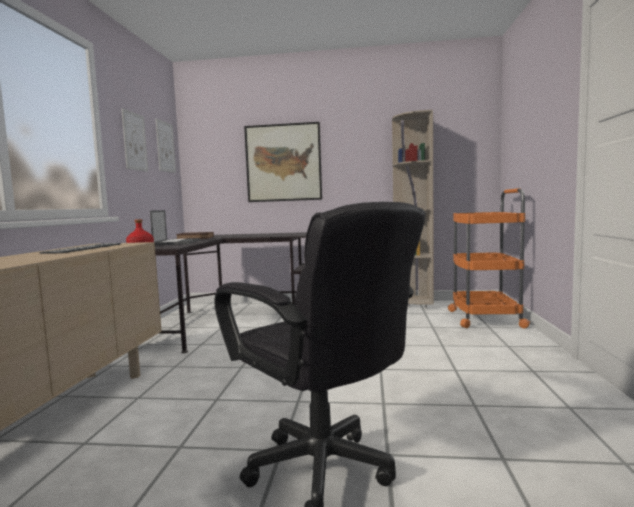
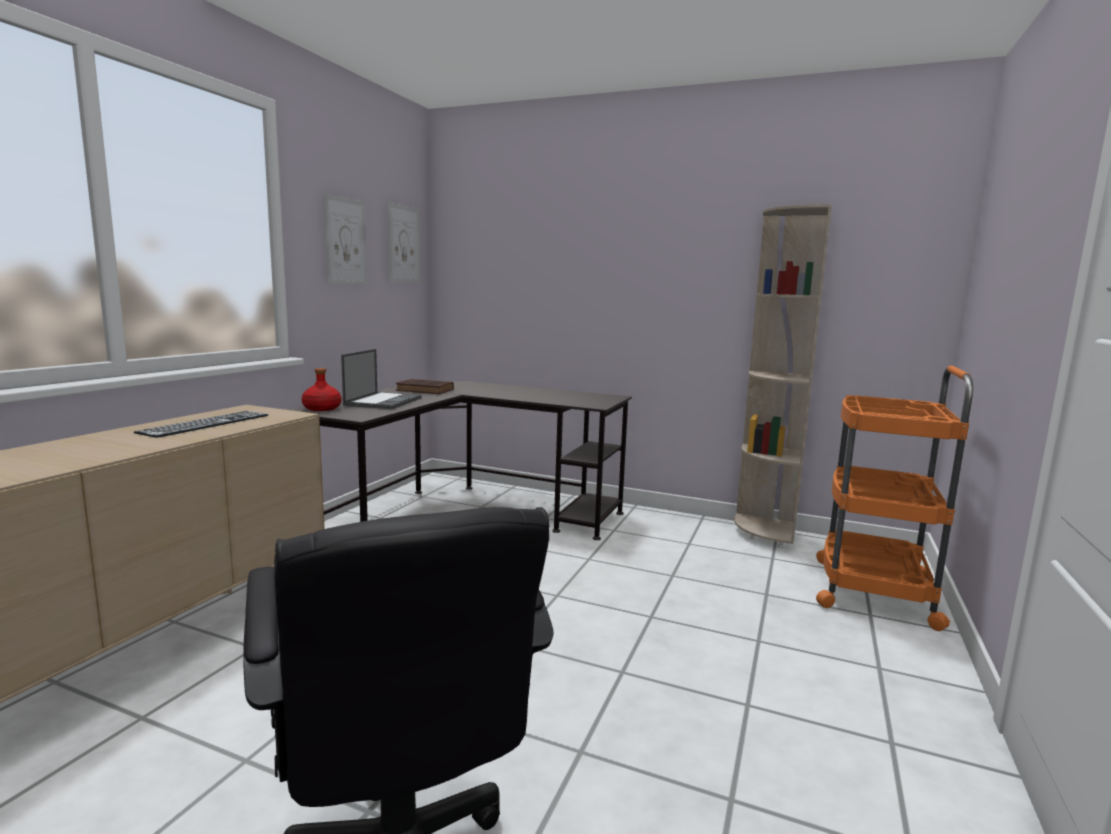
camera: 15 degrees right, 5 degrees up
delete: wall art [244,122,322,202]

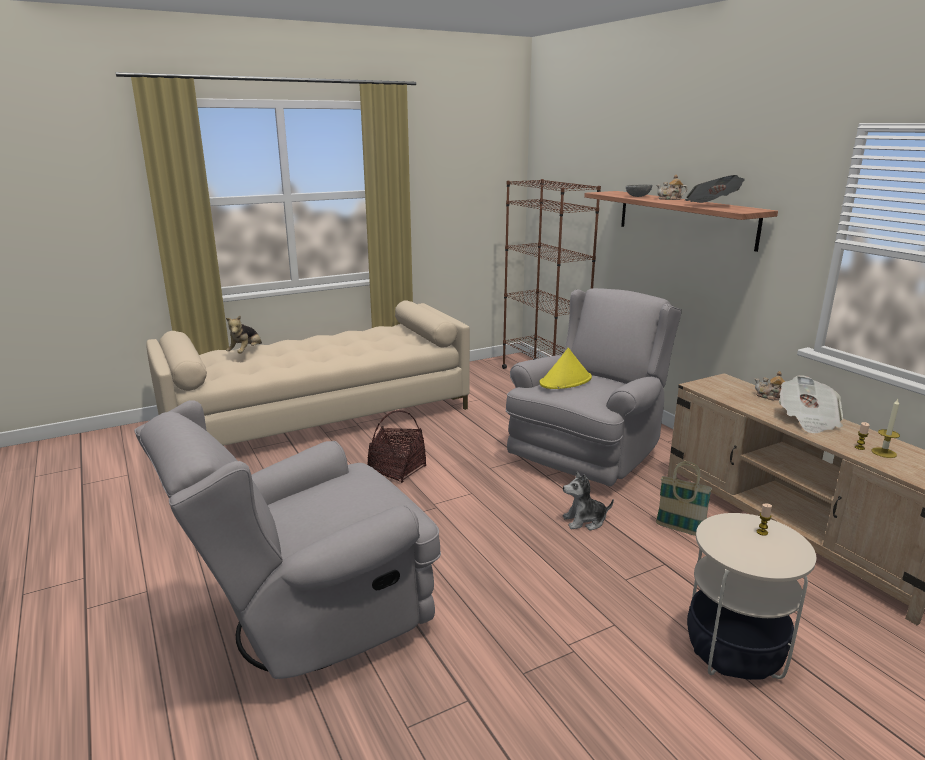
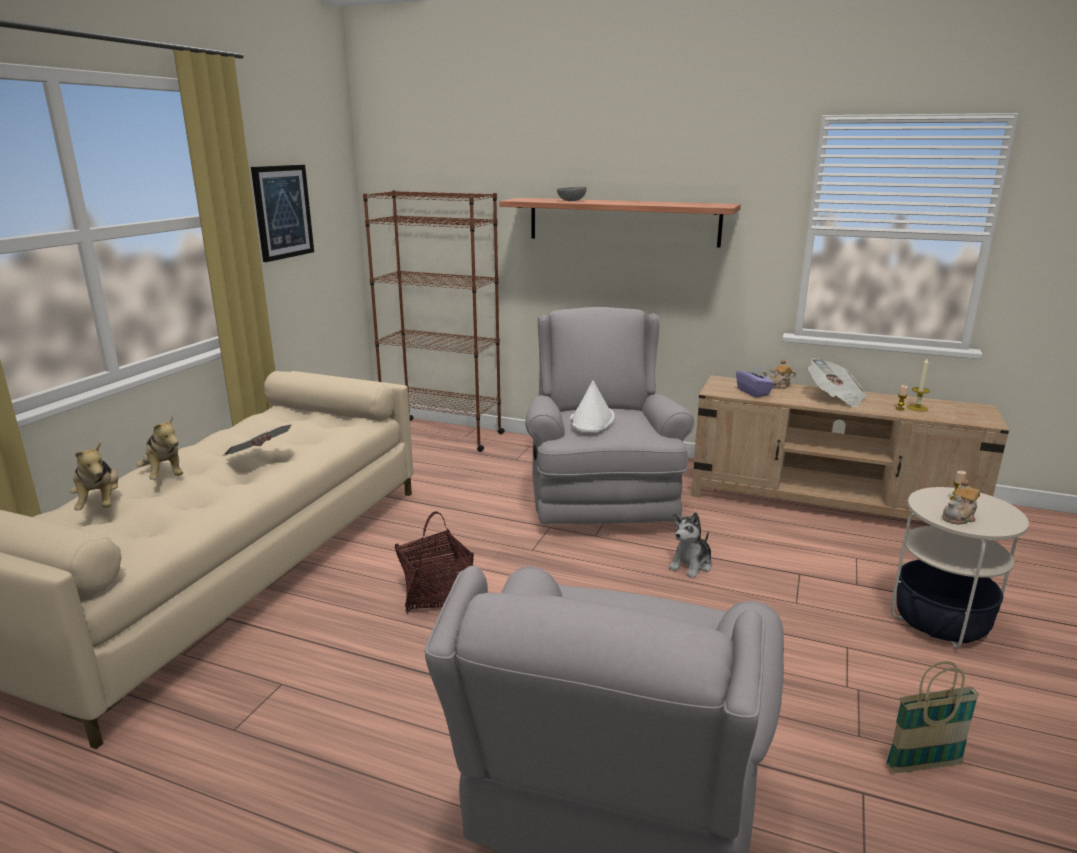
camera: 40 degrees left, 0 degrees up
insert: wall art [251,165,314,262]; box of tissues (purple) [736,364,774,397]; soft toy [136,416,183,480]
move: tea pot [656,174,687,200] to [942,479,980,525]; daily paper [685,175,745,203] to [223,425,292,456]; household basket [656,461,712,536] to [886,661,979,773]
recolor: clothing hat (yellow-coloured) [540,348,592,389] to clothing hat (white) [570,381,615,433]

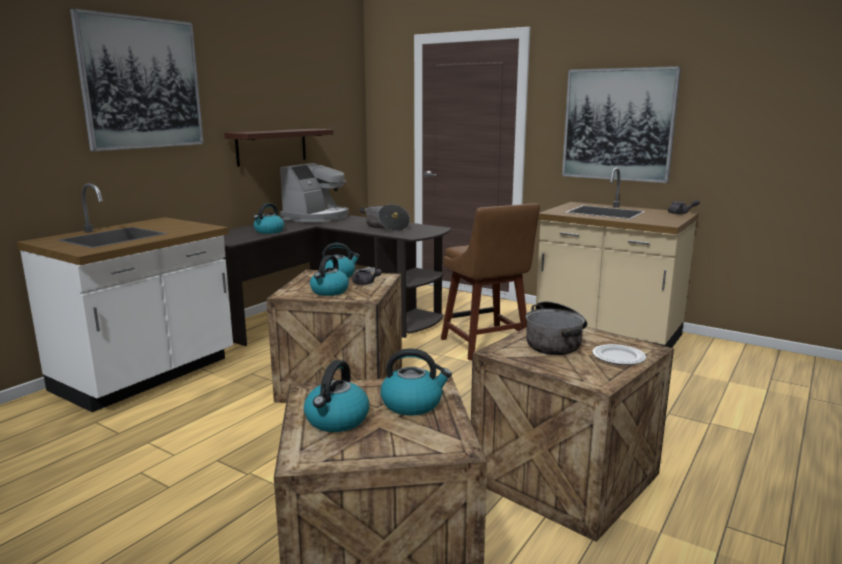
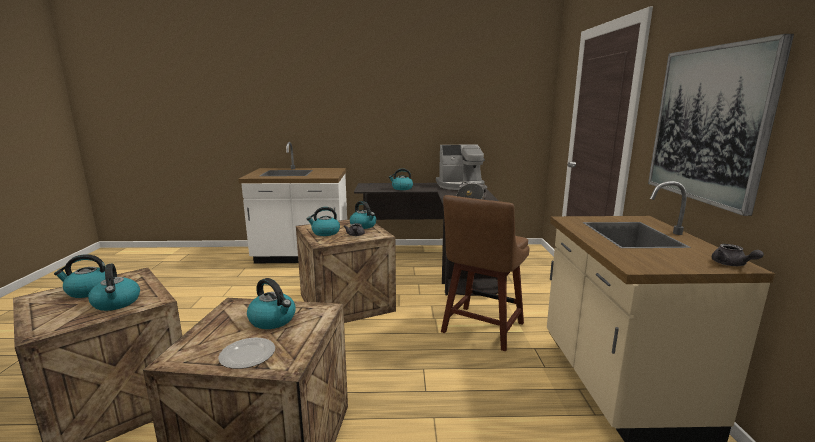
camera: 55 degrees right, 0 degrees up
delete: wall art [70,8,204,151]; bracket shelf [224,129,334,167]
replace: cooking pot [526,301,587,355] to kettle [247,278,296,329]

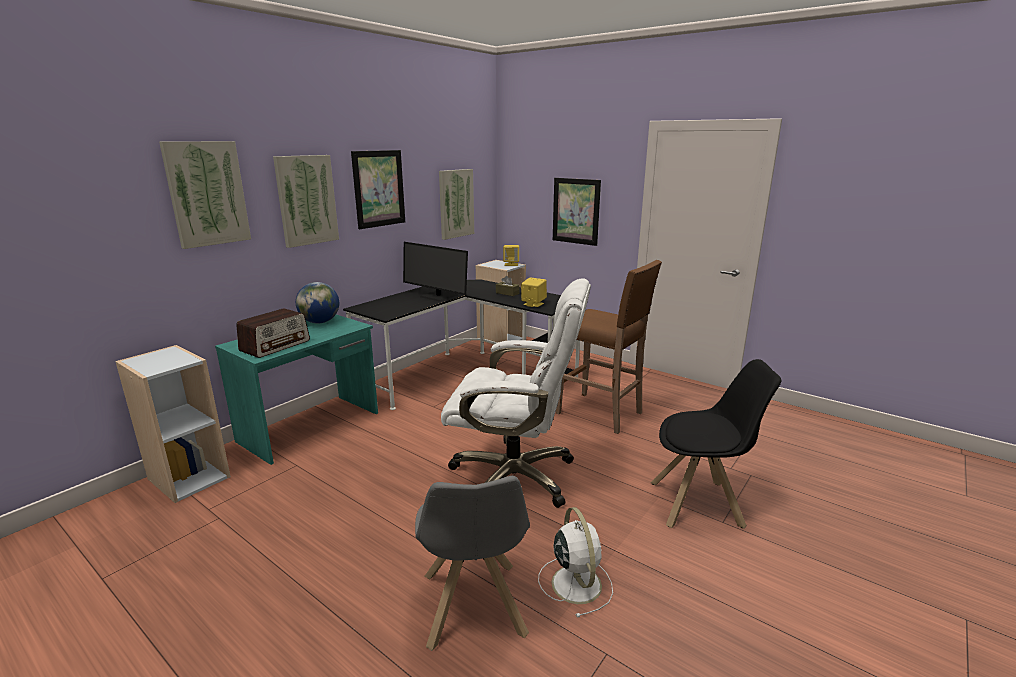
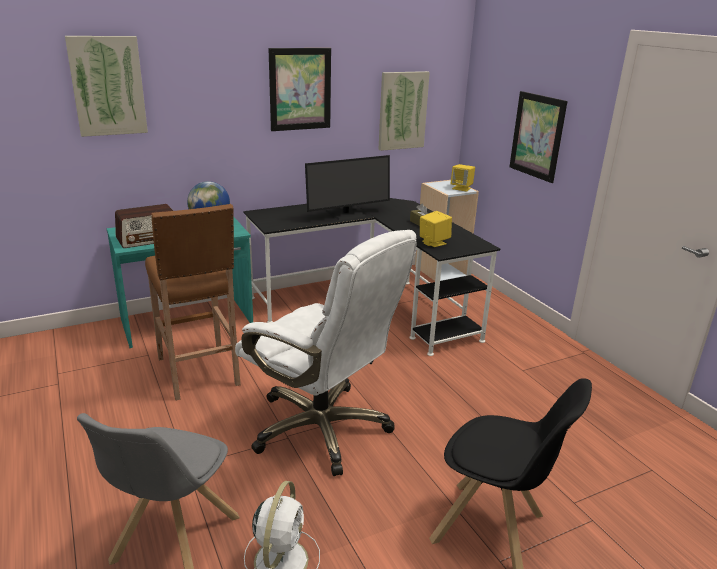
camera: 25 degrees right, 5 degrees up
delete: wall art [273,155,339,248]; bookcase [115,345,231,503]
move: stool seat (brown) [556,260,662,434] to [145,204,241,401]
rotate: monitor [403,242,468,302] = [305,155,390,220] 90 degrees counterclockwise

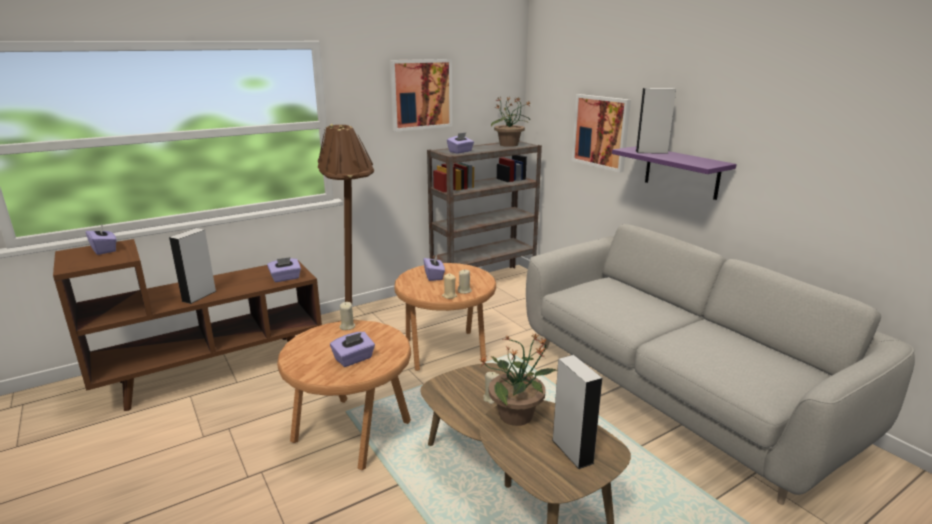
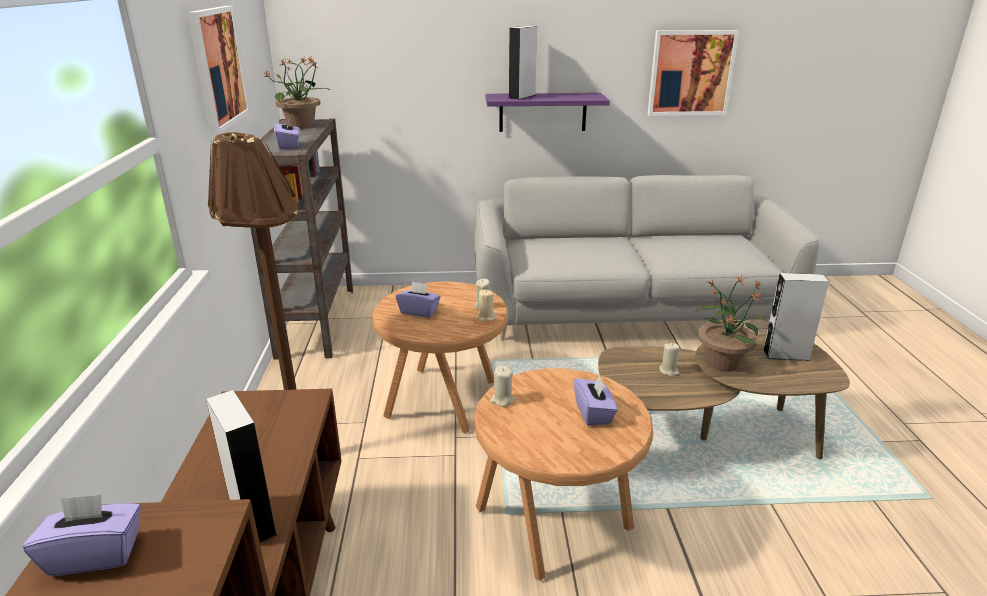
camera: 60 degrees left, 5 degrees up
delete: box of tissues (purple) [267,257,301,282]
move: wall art [572,94,631,173] to [648,30,739,116]

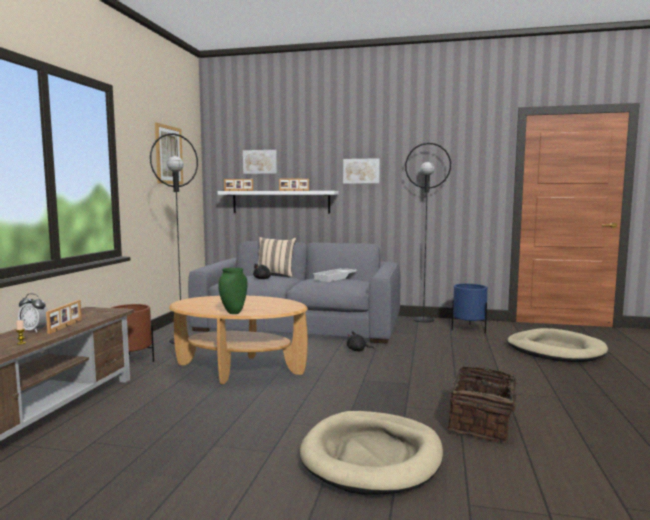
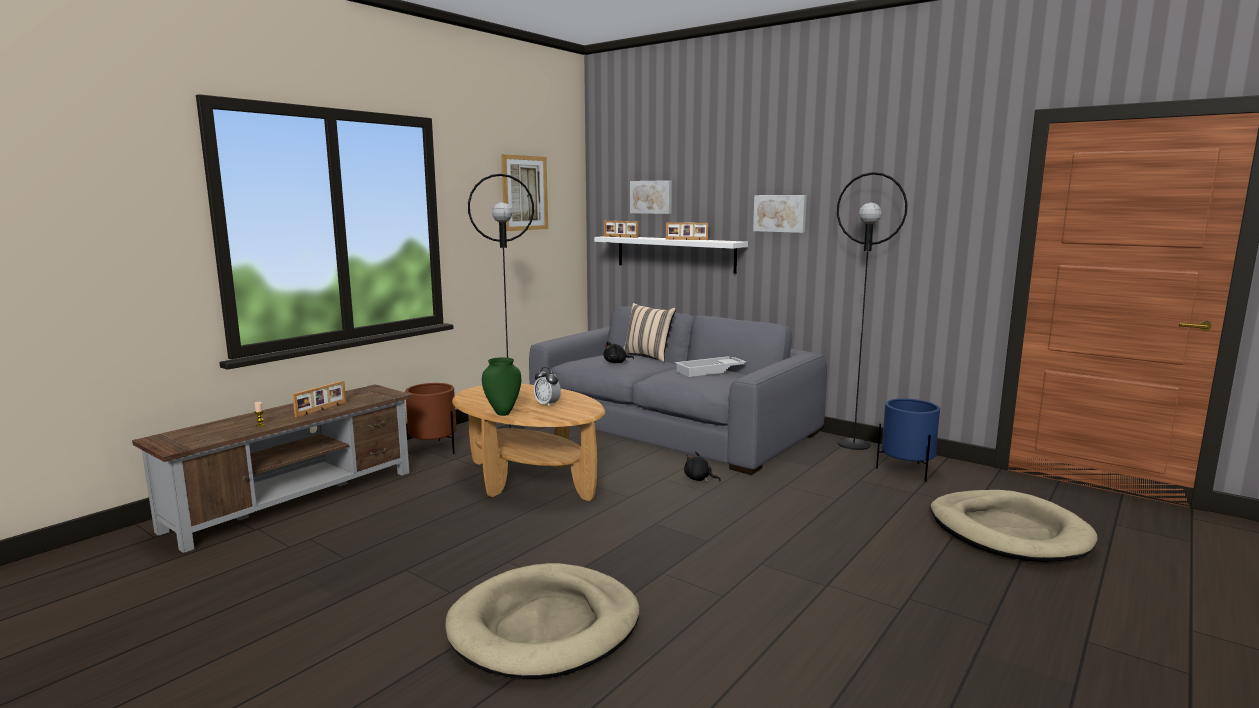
camera: 25 degrees right, 5 degrees up
delete: household basket [448,367,530,443]
move: table clock [18,293,48,333] to [534,367,561,407]

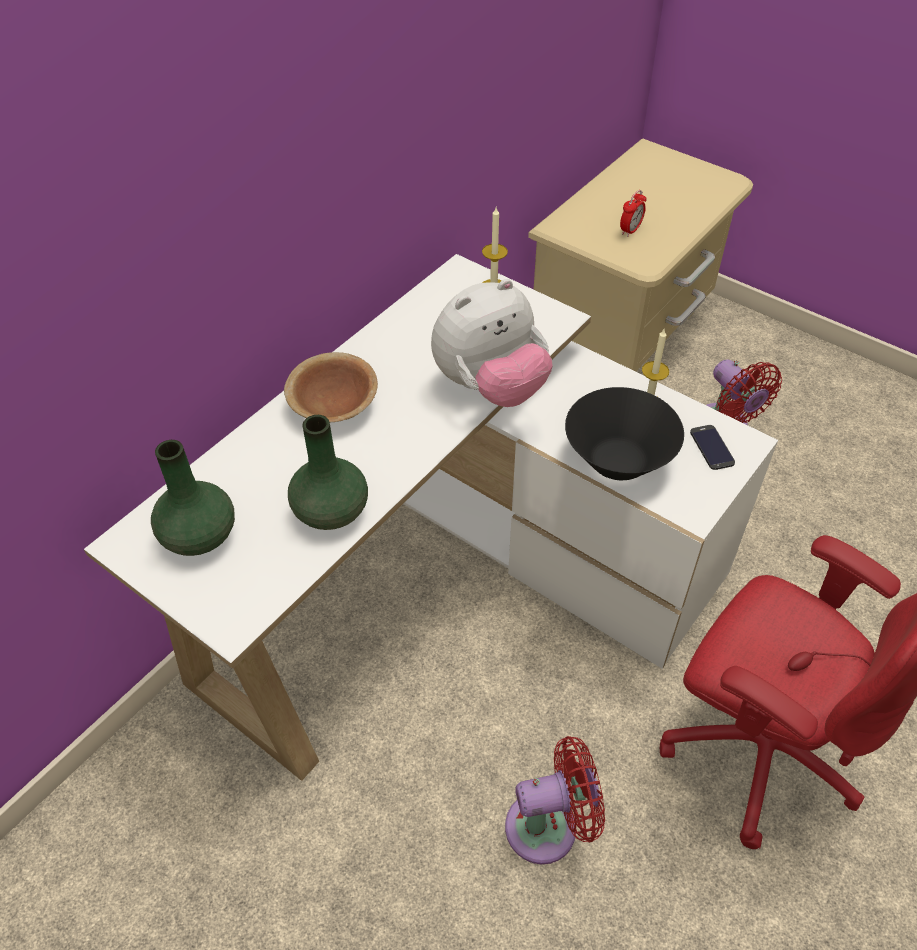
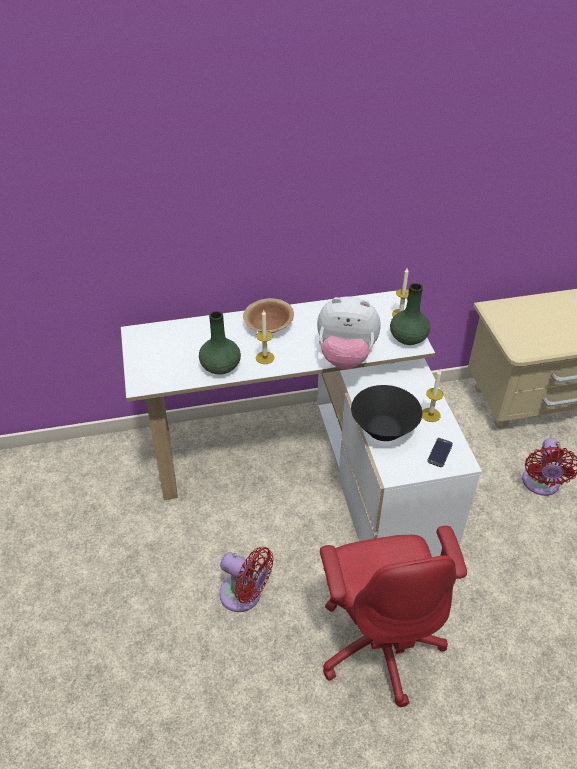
camera: 40 degrees right, 5 degrees down
delete: table clock [620,190,646,237]
insert: wax candle [256,310,275,364]
move: vase (green-coloured) [151,440,235,556] to [390,283,431,345]

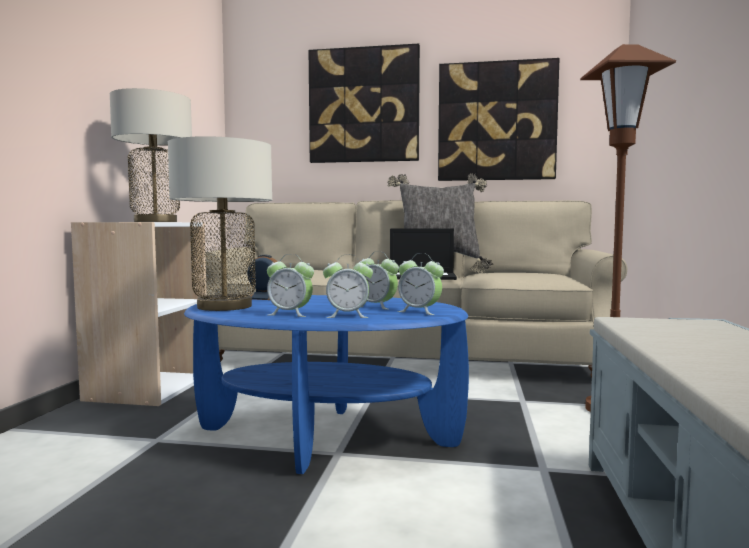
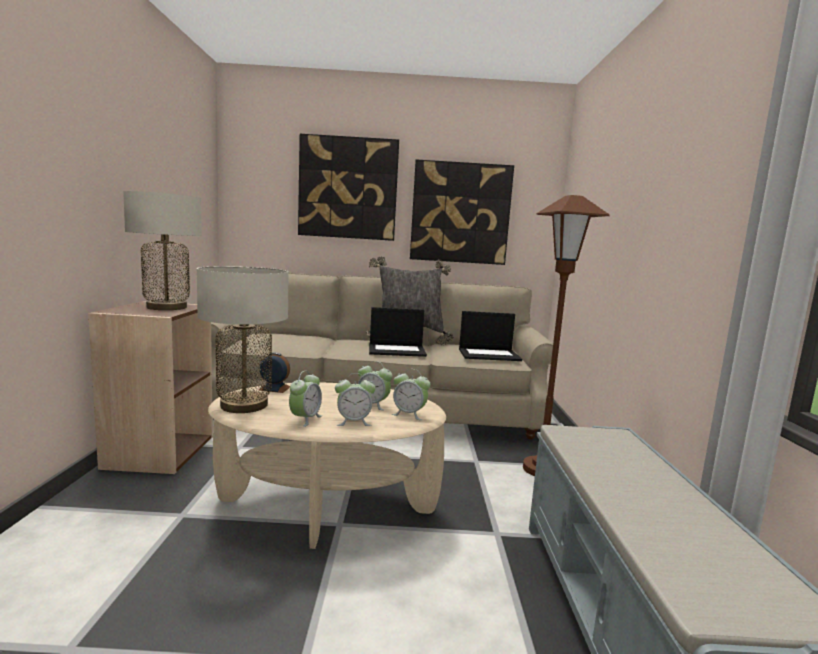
camera: 10 degrees left, 5 degrees up
insert: laptop [459,311,522,361]
recolor: bookcase (white) [71,222,207,406] to bookcase (brown) [88,301,213,474]; lounge table (bluish) [184,295,469,474] to lounge table (sand-coloured) [208,383,446,549]
rotate: table clock [267,254,314,317] = [289,371,322,427] 75 degrees counterclockwise

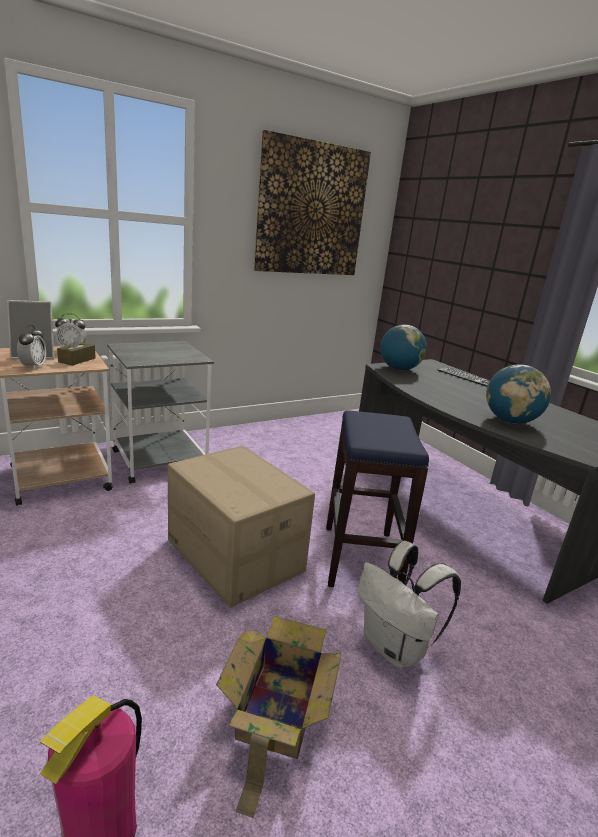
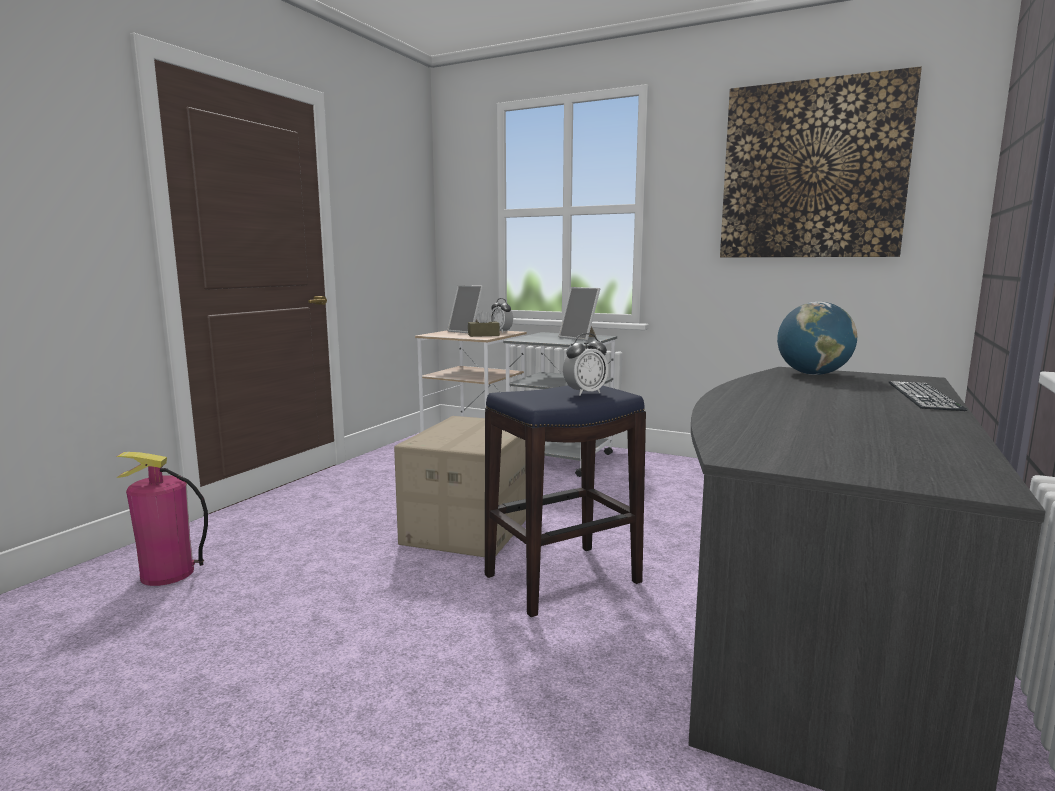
camera: 60 degrees right, 10 degrees down
delete: globe [486,364,551,424]; backpack (white) [358,541,461,669]; cardboard box [216,616,341,818]
insert: standing frame [558,287,600,341]
move: table clock [17,325,46,370] to [563,333,608,396]

